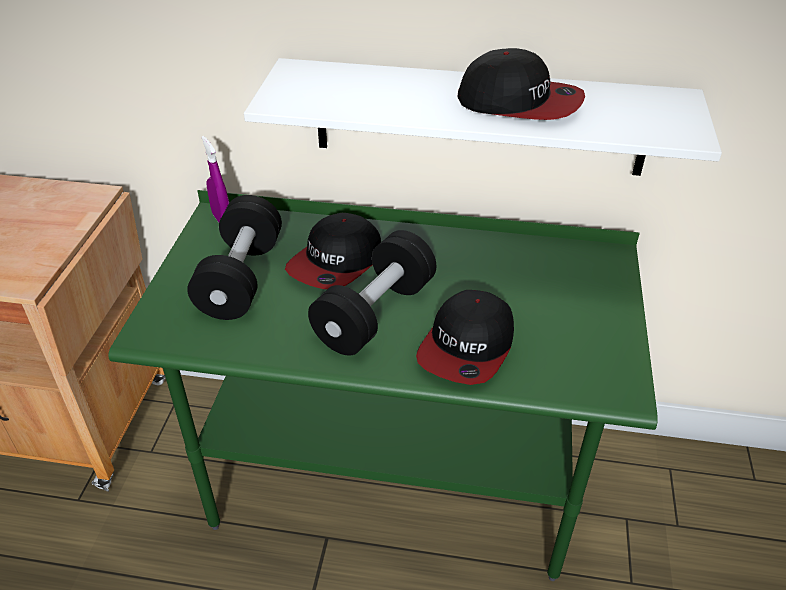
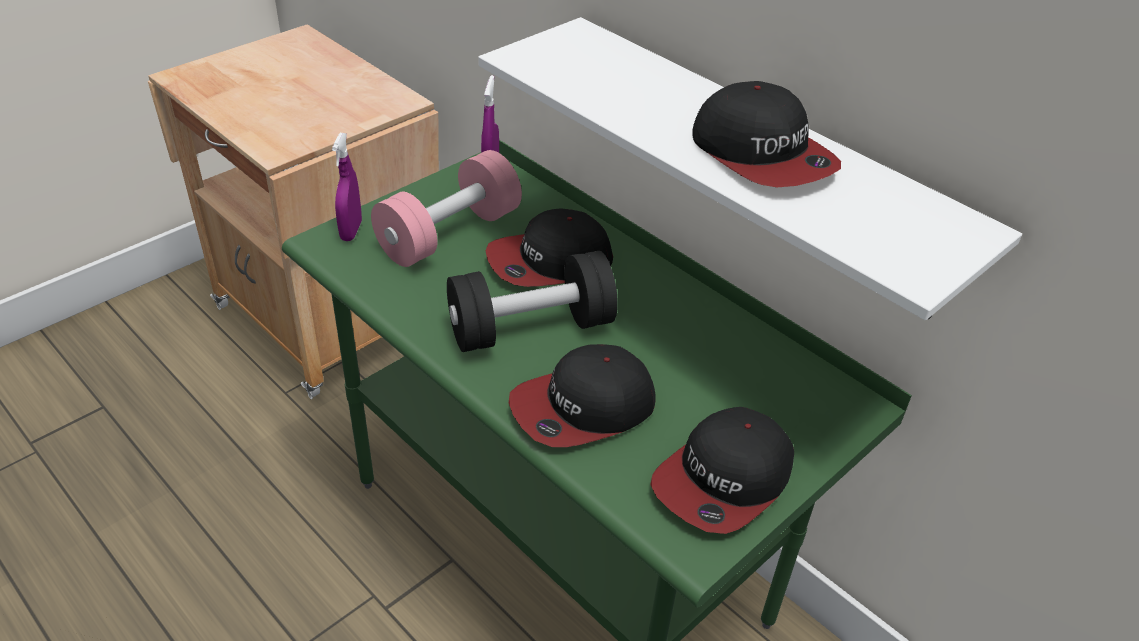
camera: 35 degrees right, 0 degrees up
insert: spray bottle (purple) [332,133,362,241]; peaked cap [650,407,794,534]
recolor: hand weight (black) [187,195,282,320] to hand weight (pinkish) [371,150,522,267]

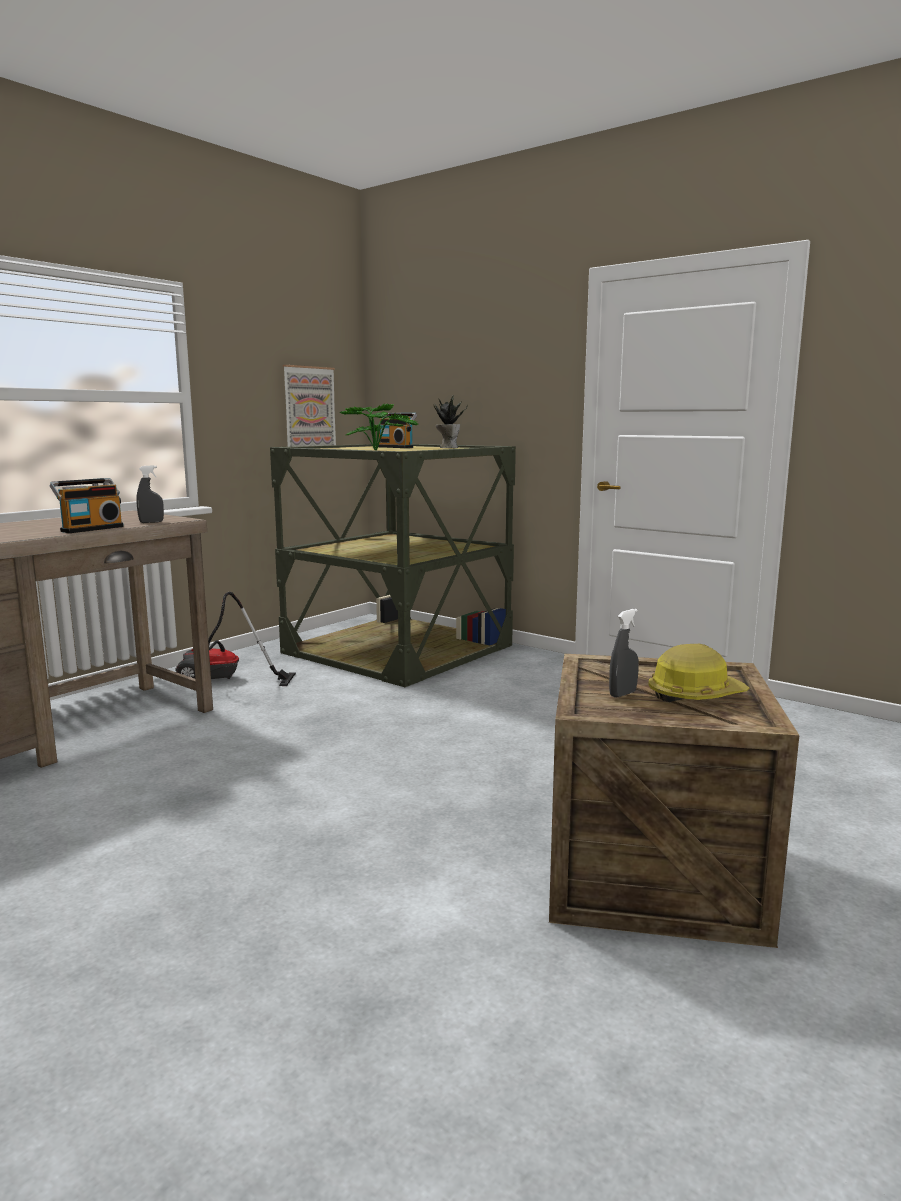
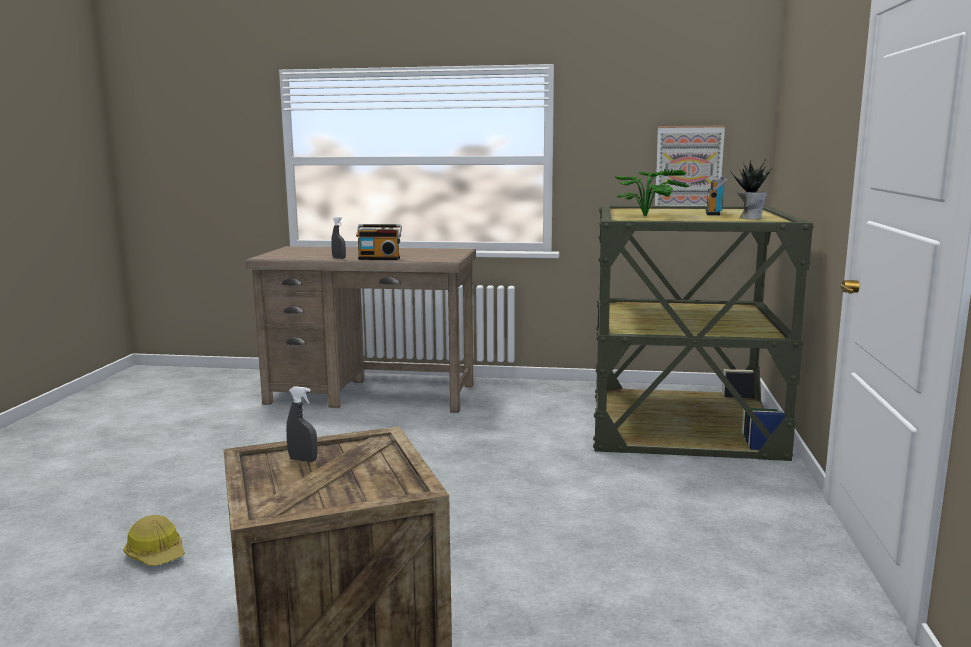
camera: 60 degrees right, 0 degrees up
delete: hoover [175,592,296,686]
move: spray bottle (greyish) [136,465,164,523] to [331,217,346,259]; work helmet [648,644,749,702] to [123,515,185,566]

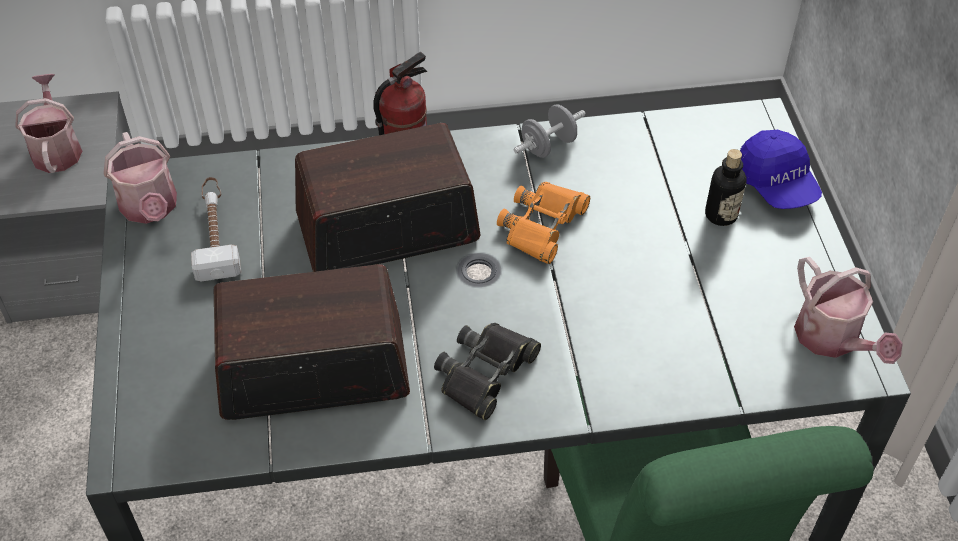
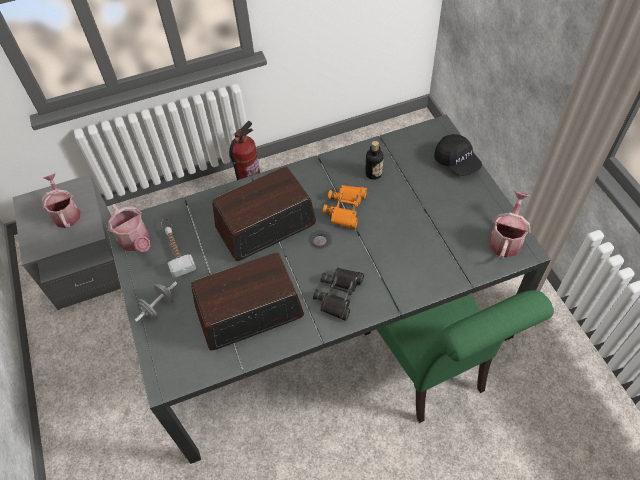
camera: 10 degrees left, 5 degrees up
move: hand weight (greyish) [514,104,586,158] to [134,282,177,322]; bottle [705,149,747,226] to [365,141,383,180]
recolor: peaked cap (bluish) [740,130,822,209] to peaked cap (black) [434,134,482,176]
rotate: watering pot [794,257,903,364] = [489,191,531,260] 120 degrees counterclockwise

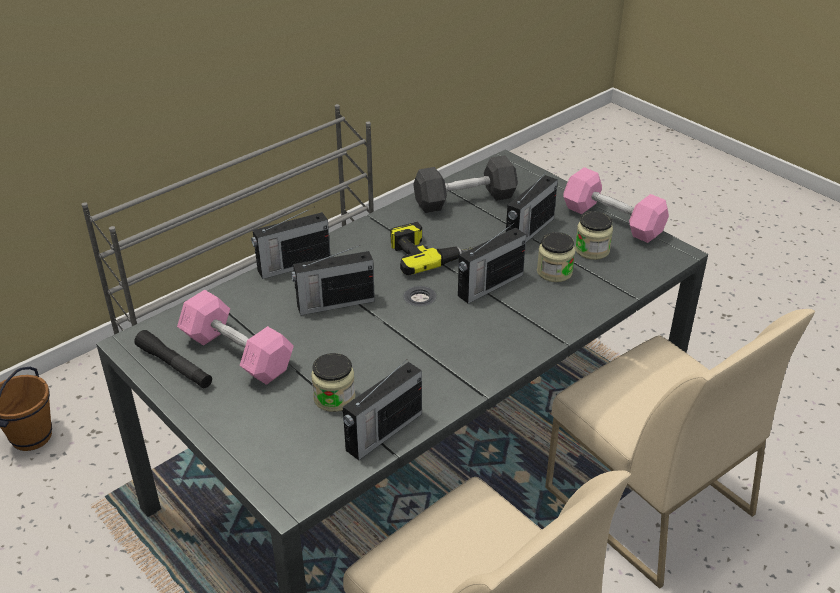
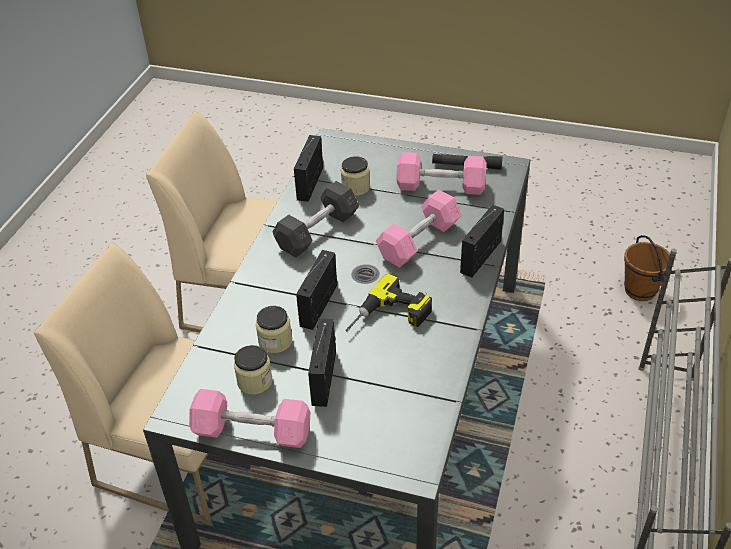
camera: 150 degrees right, 5 degrees up
move: hand weight (greyish) [413,155,518,213] to [272,181,359,258]
replace: radio receiver [291,245,375,315] to hand weight (pinkish) [376,190,462,268]

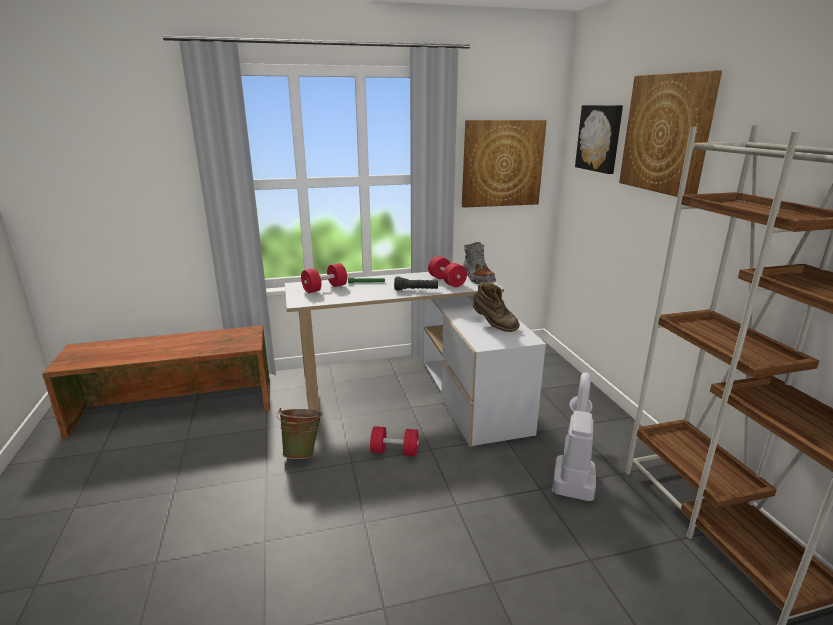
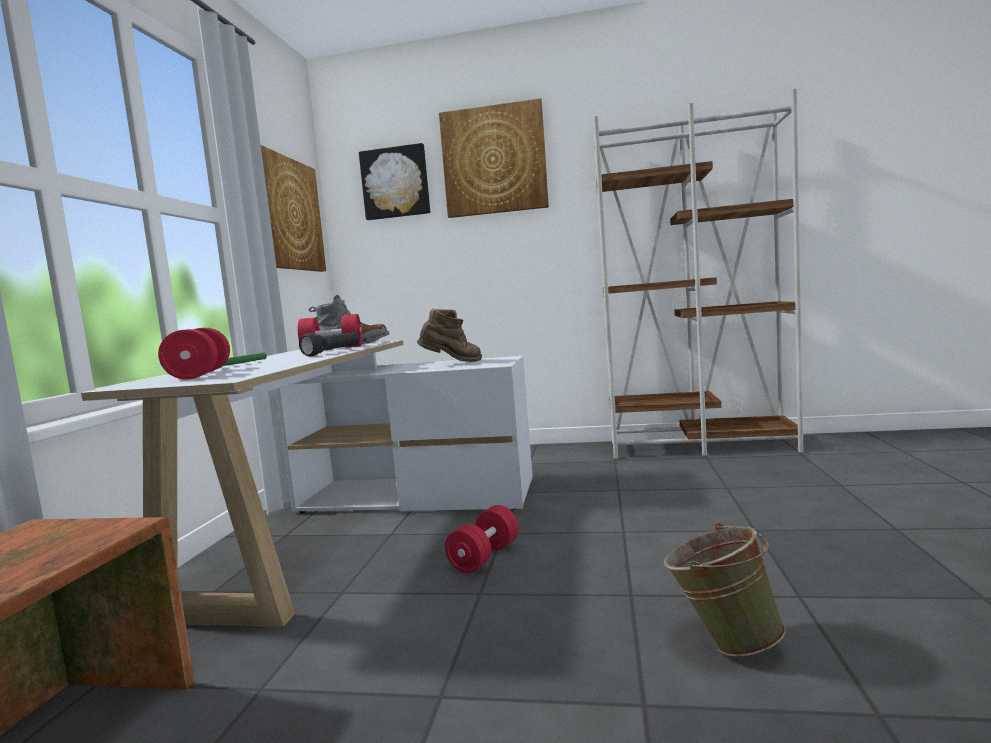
camera: 65 degrees left, 15 degrees down
delete: hoover [552,372,596,501]
move: pail (green-coloured) [277,408,323,459] to [664,523,786,657]

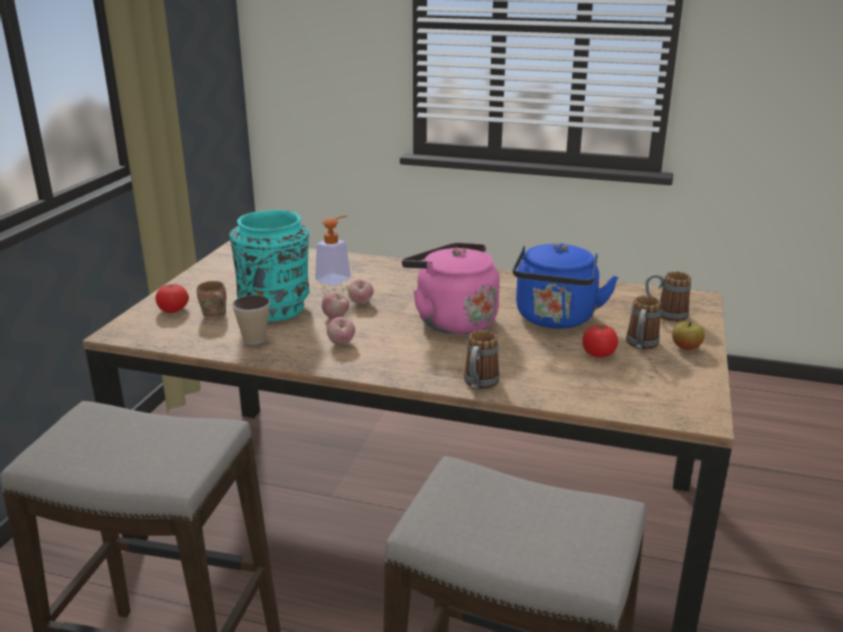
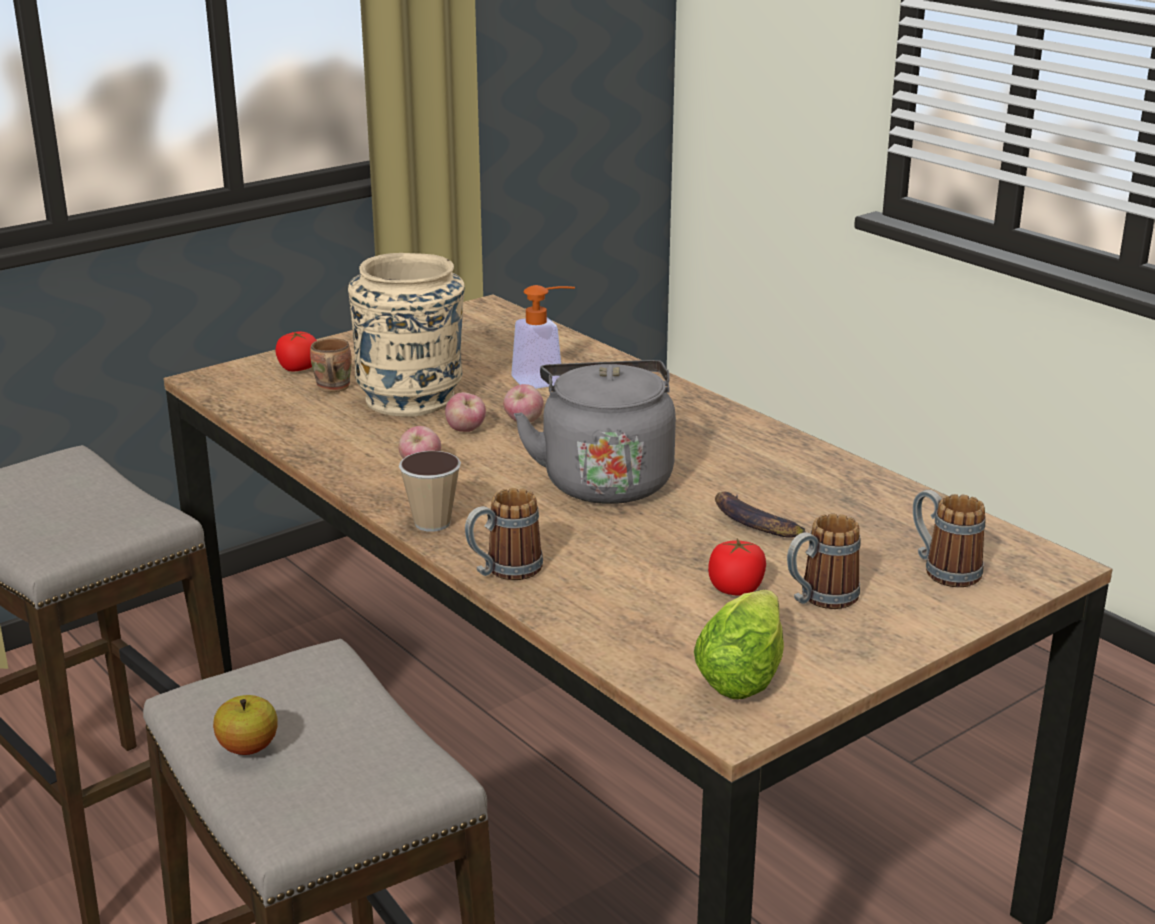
camera: 35 degrees right, 0 degrees up
insert: lettuce head [694,590,784,699]
move: cup [232,295,270,345] to [399,451,461,532]; apple fruit [672,322,705,350] to [213,695,278,755]
replace: kettle (bluish) [513,243,618,329] to whole banana [715,491,806,538]
recolor: vase (blue-green) [229,210,310,321] to vase (sand-coloured) [348,253,465,417]; kettle (pinkish) [402,242,500,334] to kettle (greyish) [514,360,676,504]

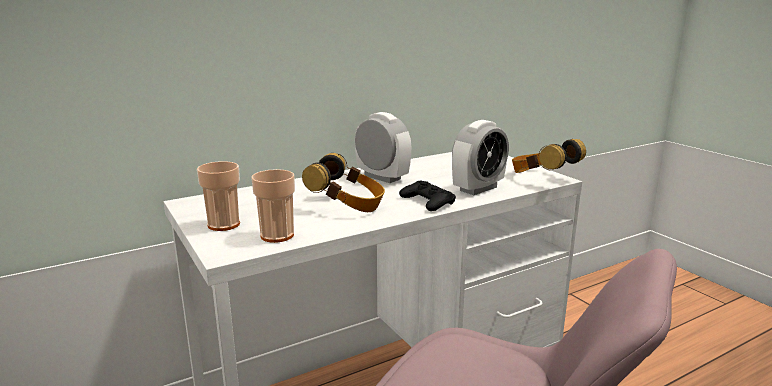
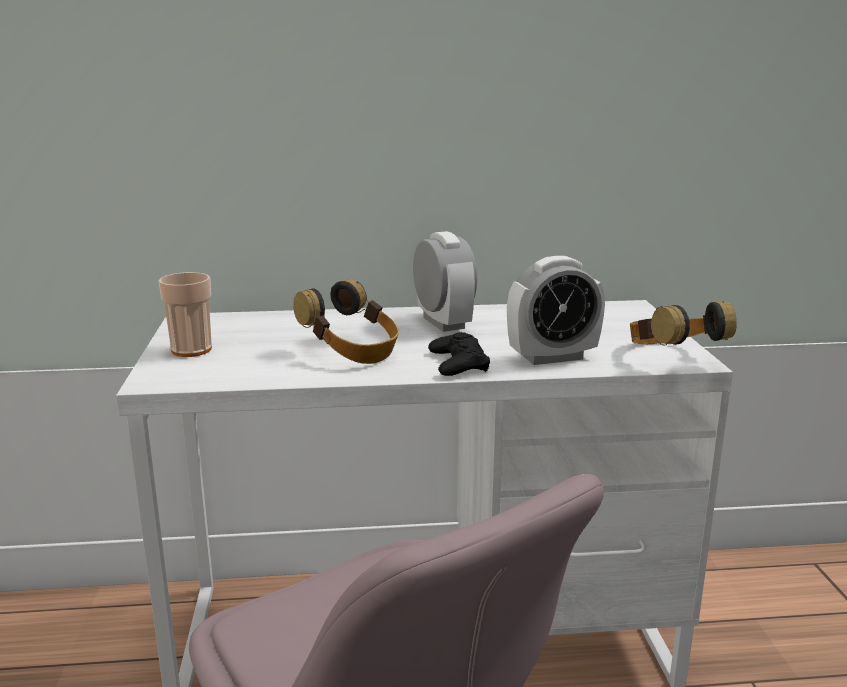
camera: 25 degrees right, 0 degrees up
delete: cup [251,169,295,243]

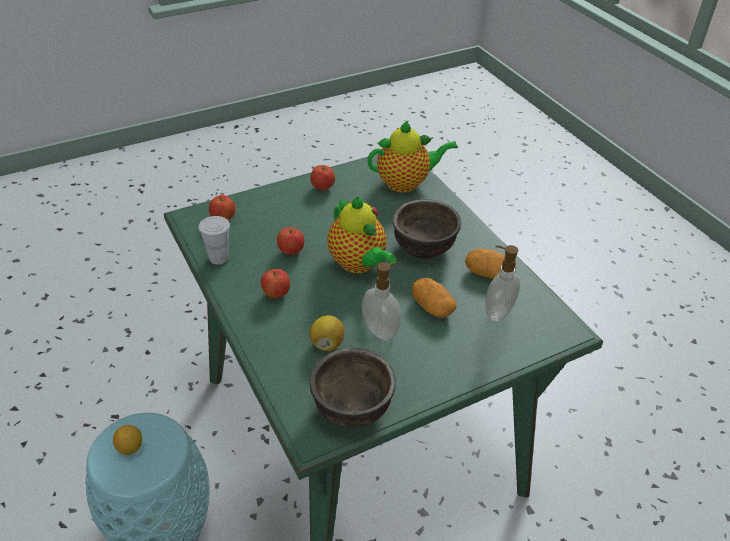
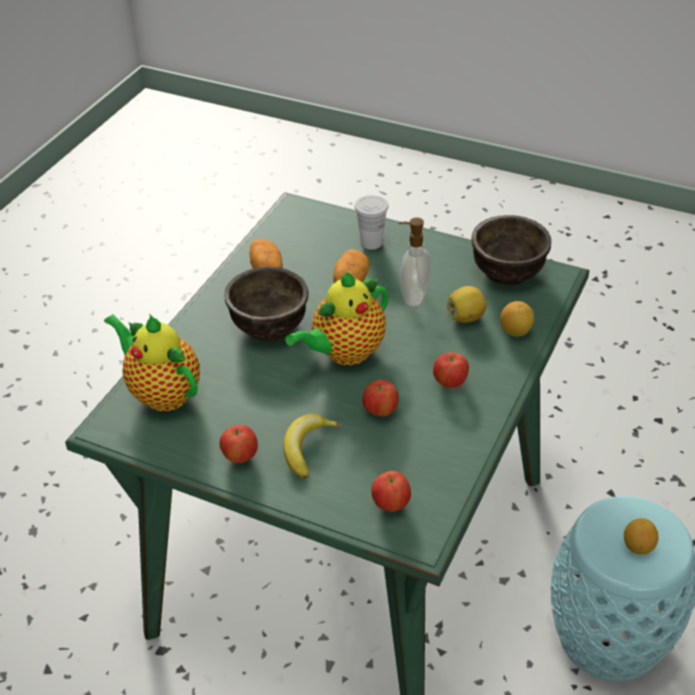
camera: 125 degrees left, 0 degrees up
delete: soap dispenser [485,245,520,322]
insert: lemon [500,301,534,337]; whole banana [283,414,341,478]
move: cup (white) [198,216,230,265] to [354,195,389,250]
rotate: tea pot [327,196,397,274] = [285,272,389,365] 150 degrees counterclockwise

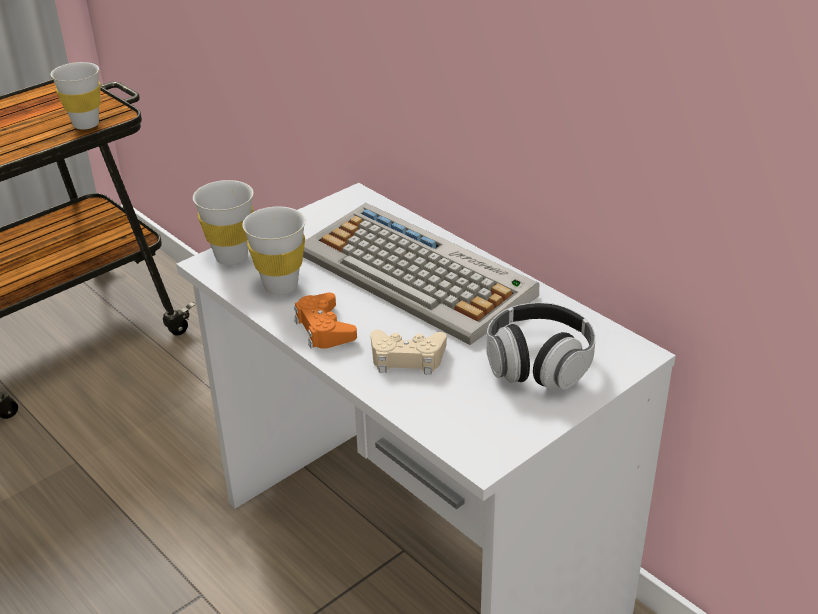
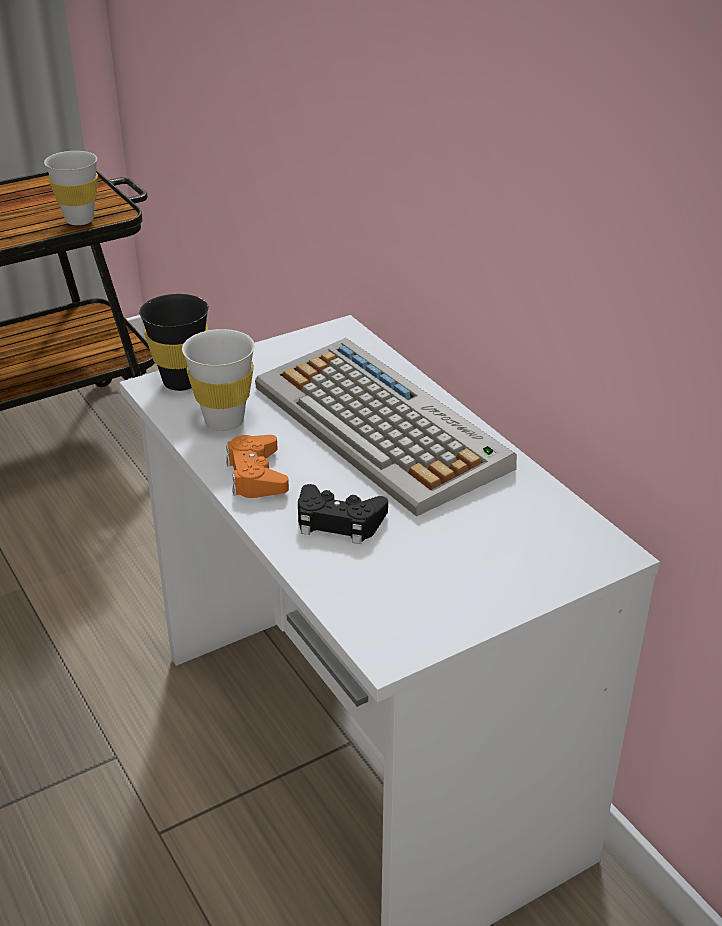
camera: 10 degrees right, 0 degrees up
delete: headset [487,303,596,390]
recolor: cup (white) [193,180,254,265] to cup (black) [139,294,209,391]; game controller (sand-coloured) [371,330,447,374] to game controller (black) [298,484,388,544]

